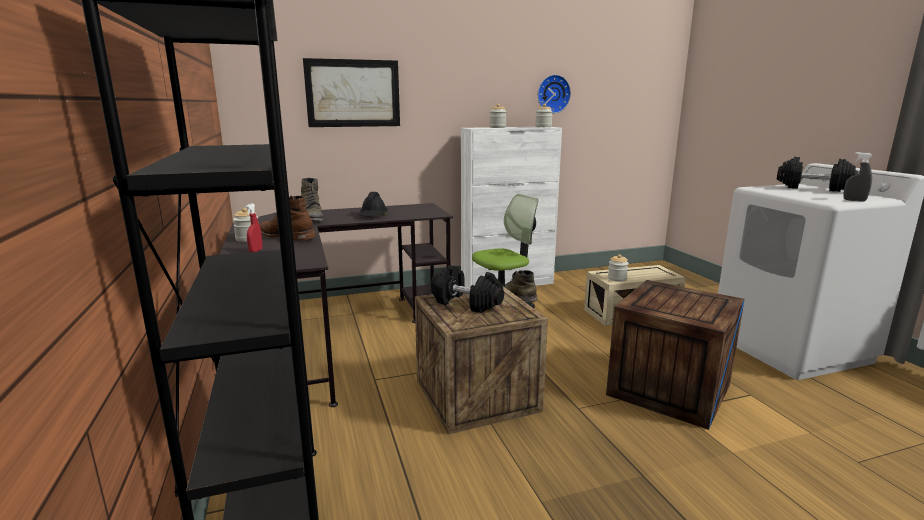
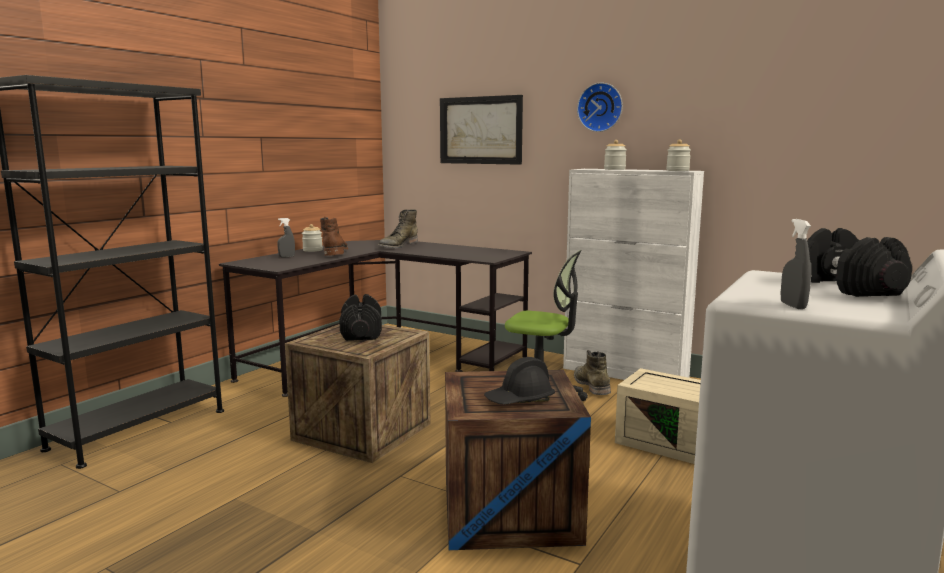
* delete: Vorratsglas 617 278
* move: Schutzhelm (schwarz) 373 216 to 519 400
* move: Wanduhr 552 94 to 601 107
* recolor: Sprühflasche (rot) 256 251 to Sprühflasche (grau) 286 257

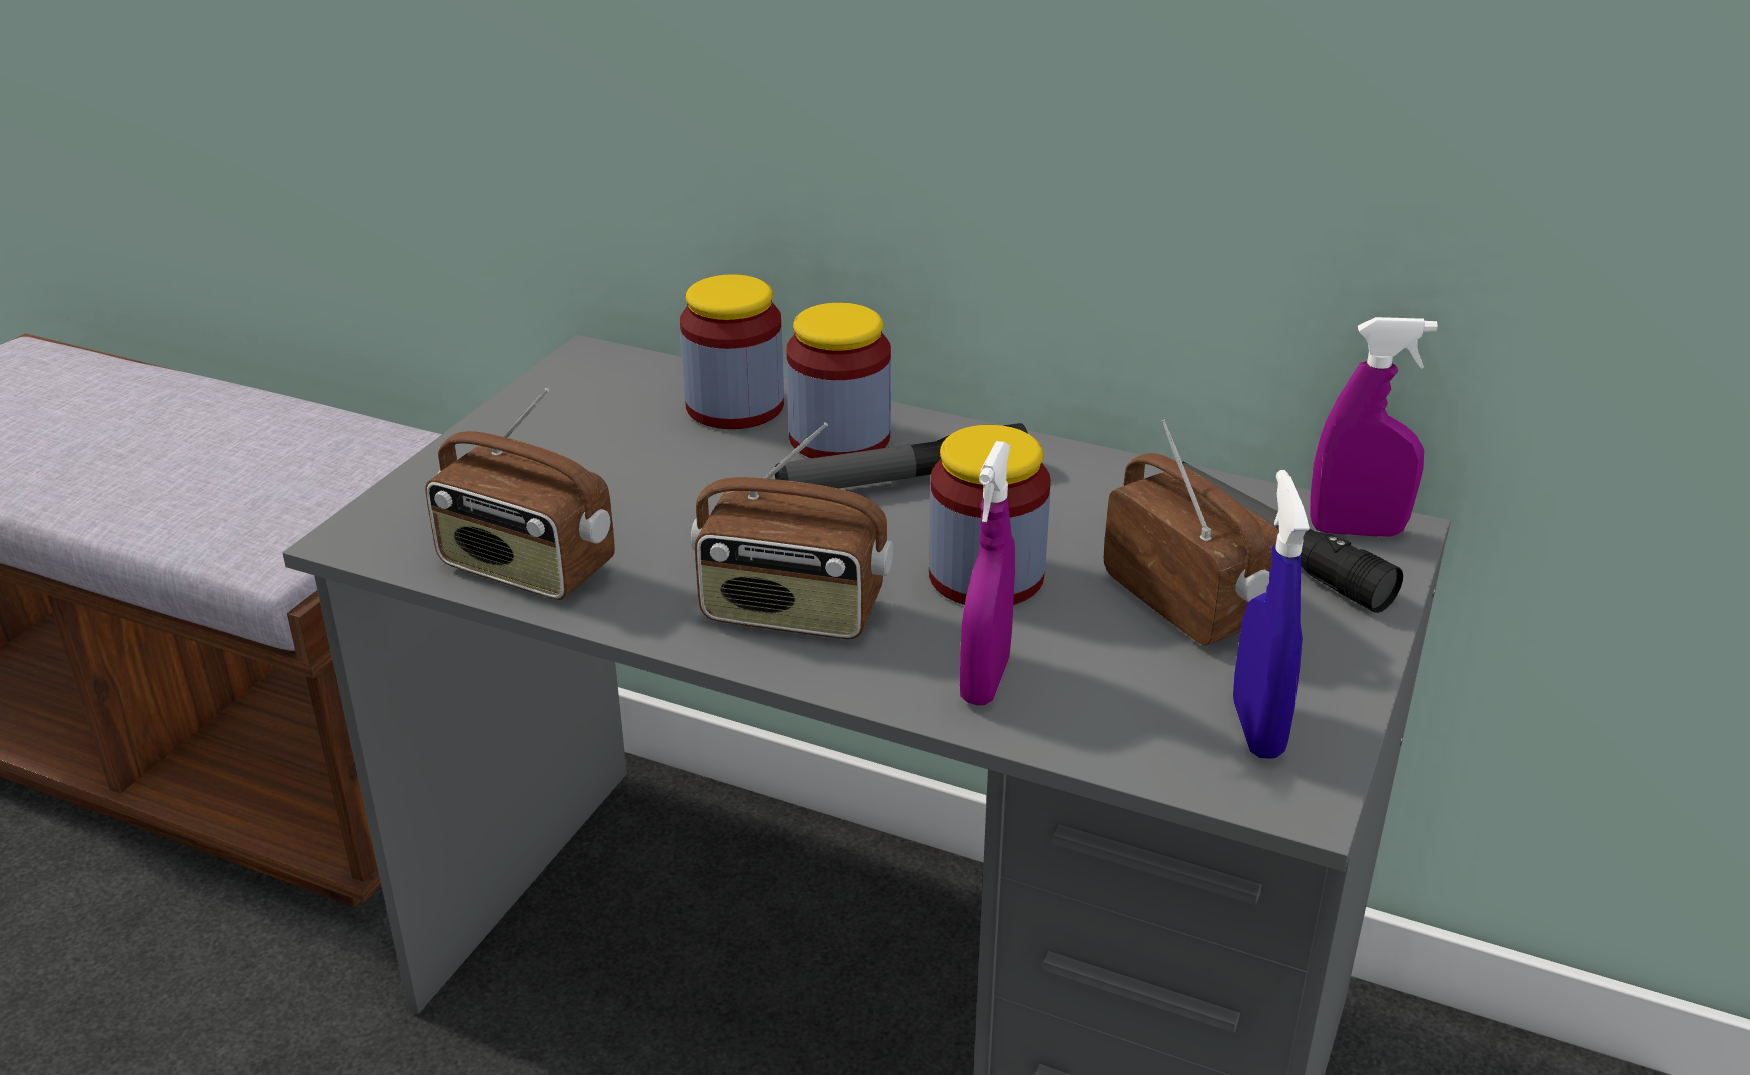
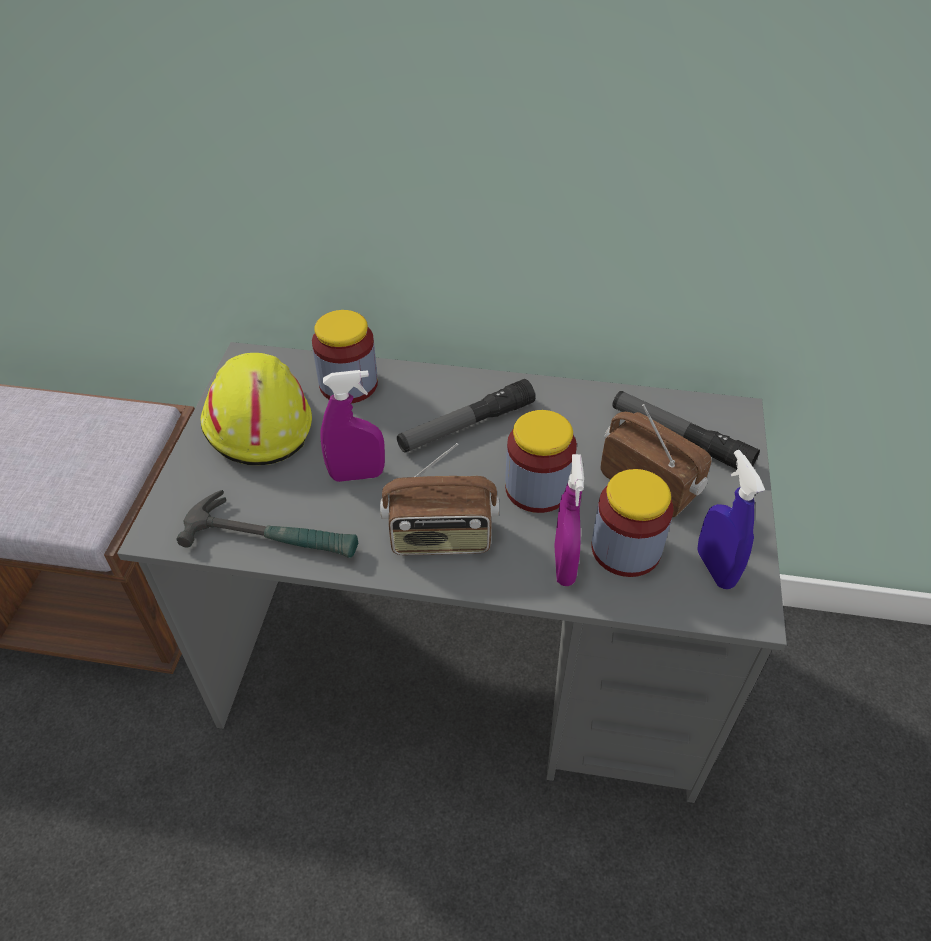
* insert: Schutzhelm (gelb) 256 422
* move: Vorratsglas 839 438 to 625 549
* move: Sprühflasche (lila) 1356 530 to 357 475
* replace: Radio 525 569 to Hammer 273 536

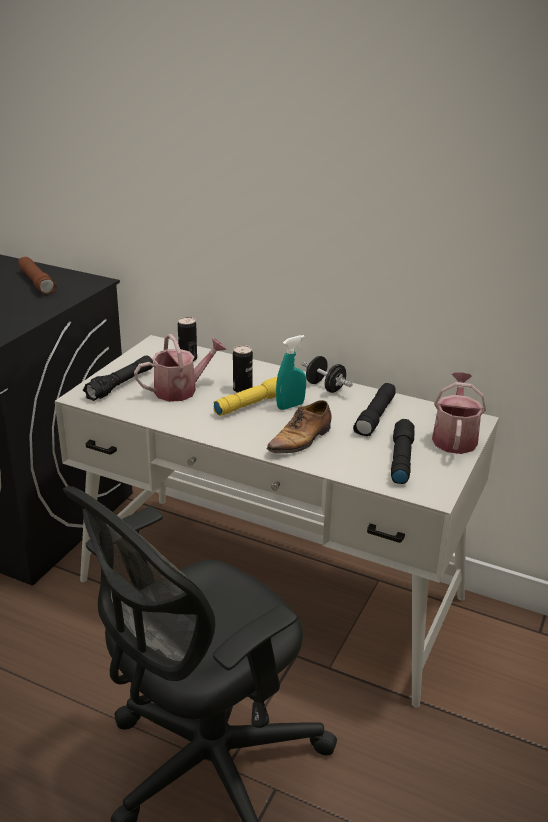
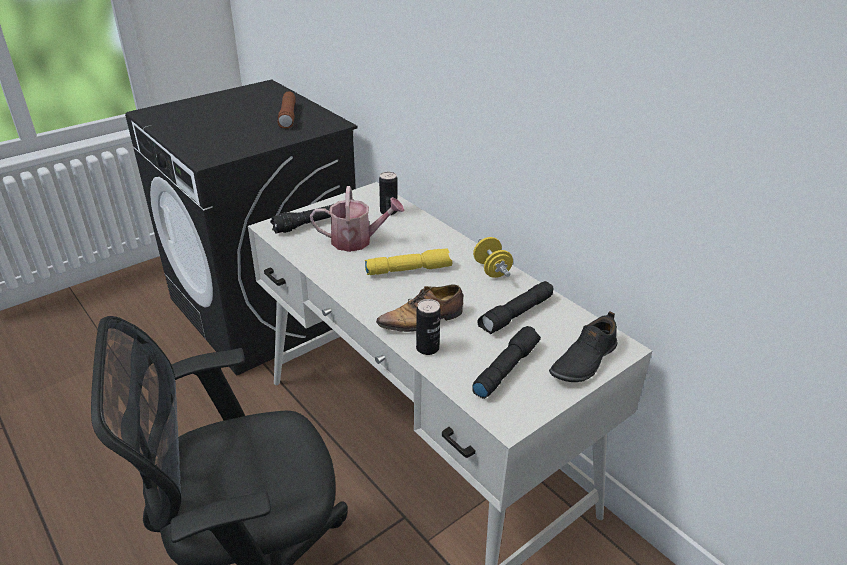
* delete: Sprühflasche (türkis) 290 406
* move: Dose 242 389 to 427 348
* replace: Gießkanne 454 437 to Schuh (schwarz) 583 360
* recolor: Hantel (schwarz) 325 387 to Hantel (gelb) 491 270

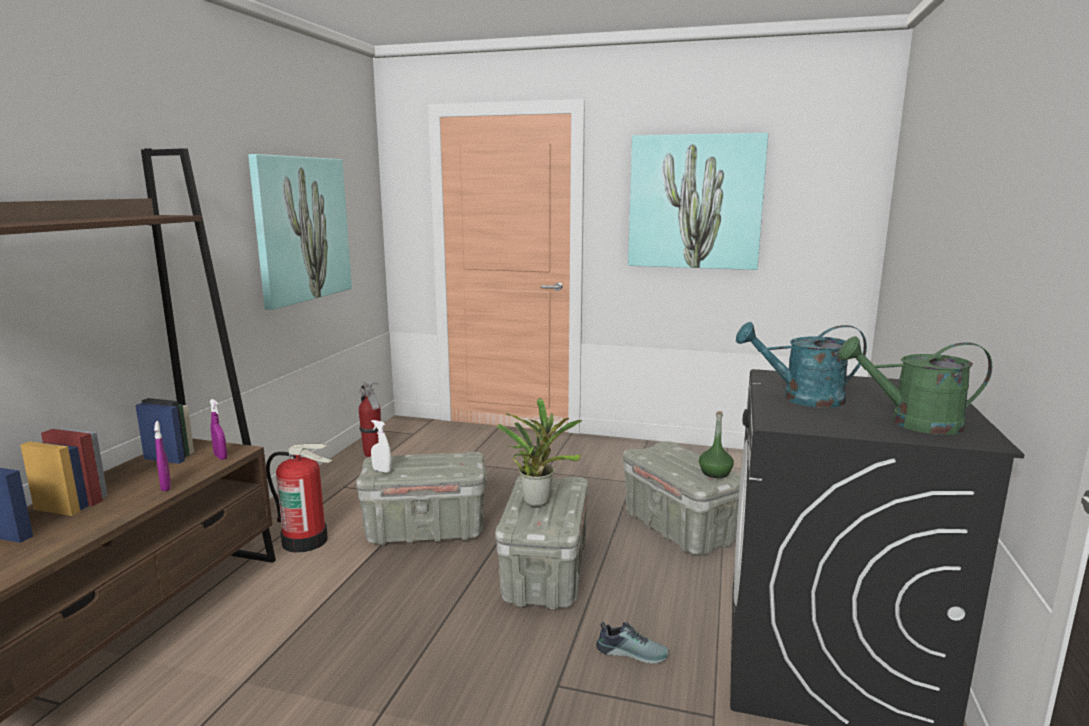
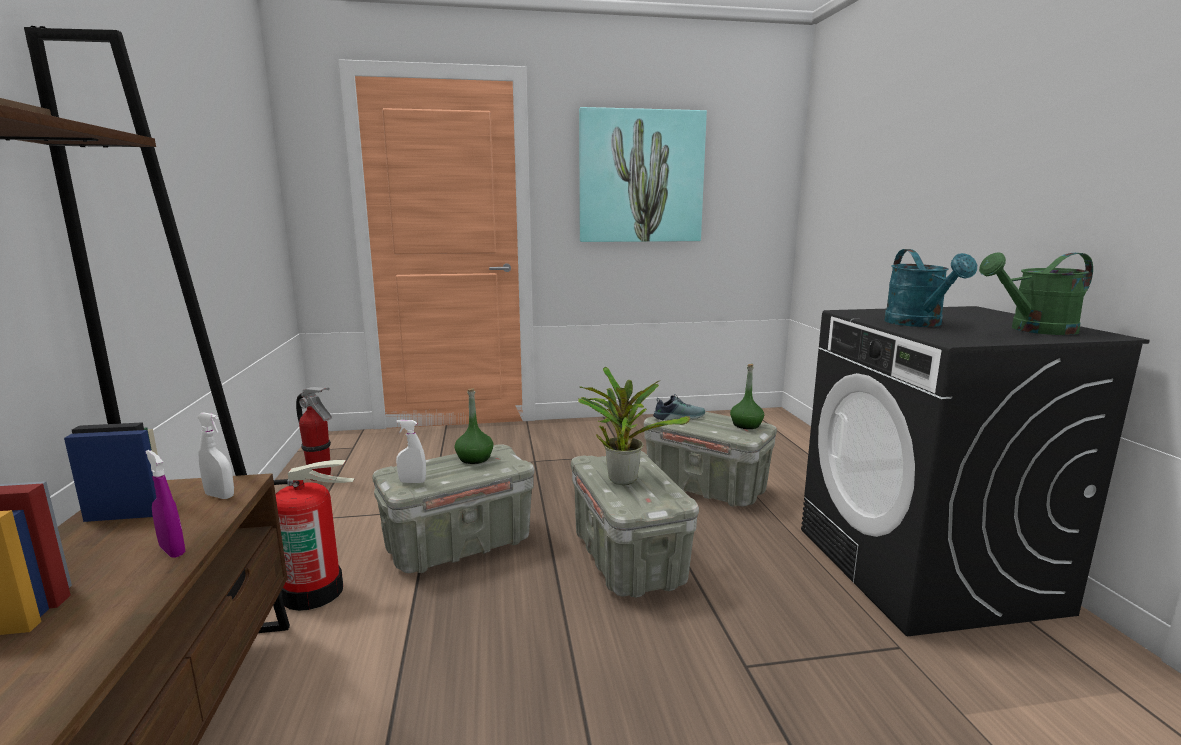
* delete: Bild 301 229
* insert: Flasche (grün) 474 458
* move: Schuh 632 651 to 678 417
* recolor: Sprühflasche (lila) 220 457 to Sprühflasche (weiß) 220 496
* rotate: Gießkanne (türkis) 801 399 = 919 324 75 degrees counterclockwise

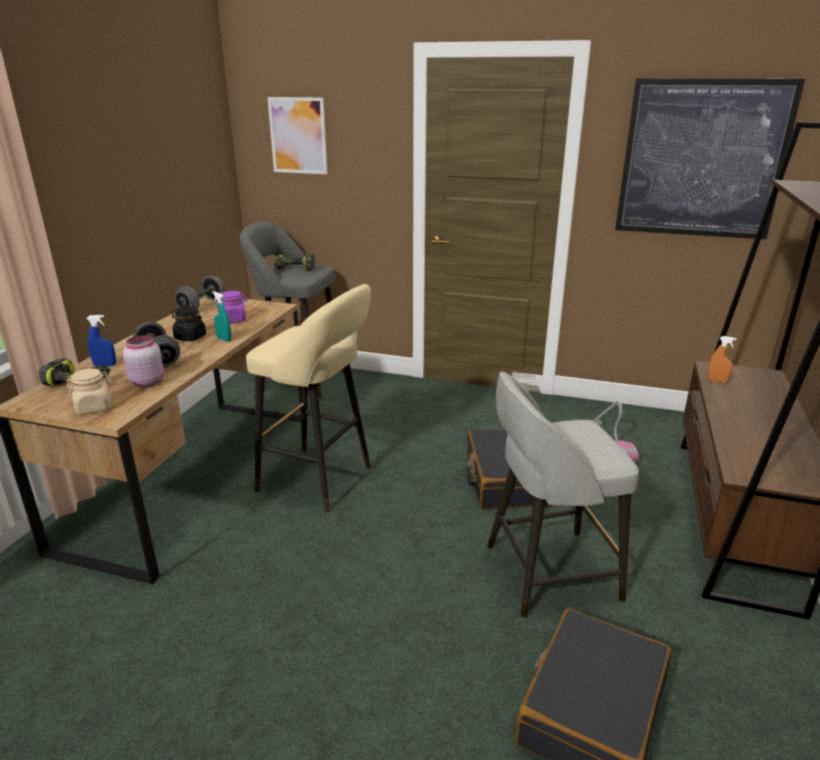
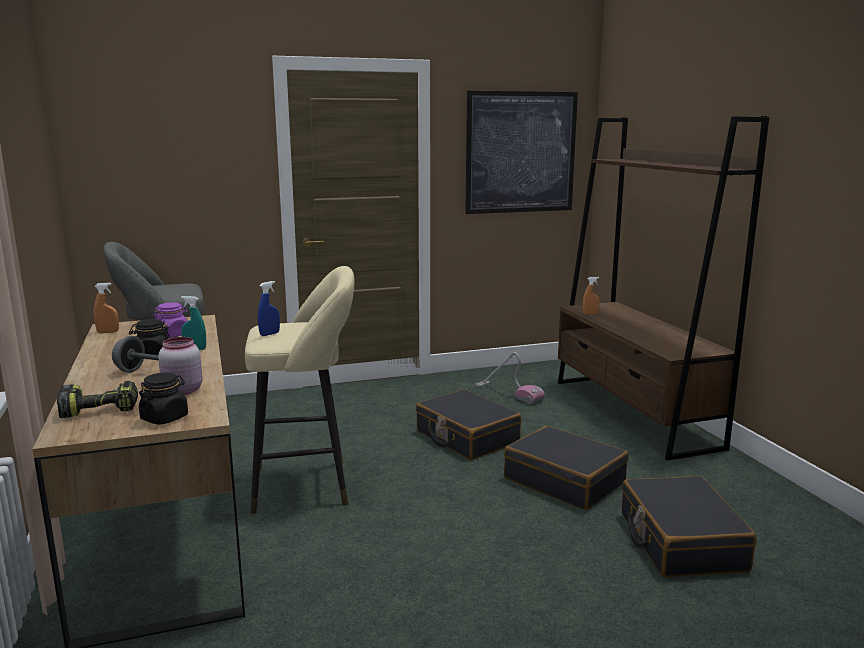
* delete: Bild 298 135
* delete: Bohrmaschine 294 269
* move: Sprühflasche (blau) 105 365 to 269 334
* replace: Hantel (grau) 202 306 to Sprühflasche (orange) 108 332
* replace: Hocker (grau) 547 572 to Koffer (schwarz) 564 481
* recolor: Vorratsglas (beige) 94 407 to Vorratsglas (schwarz) 164 418

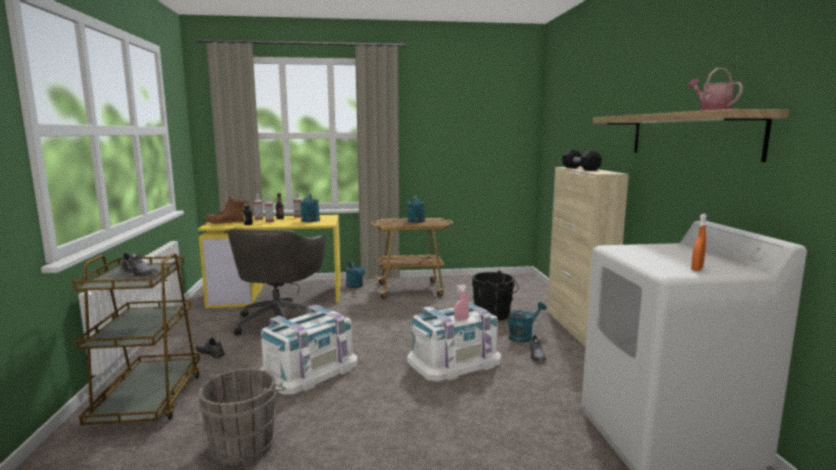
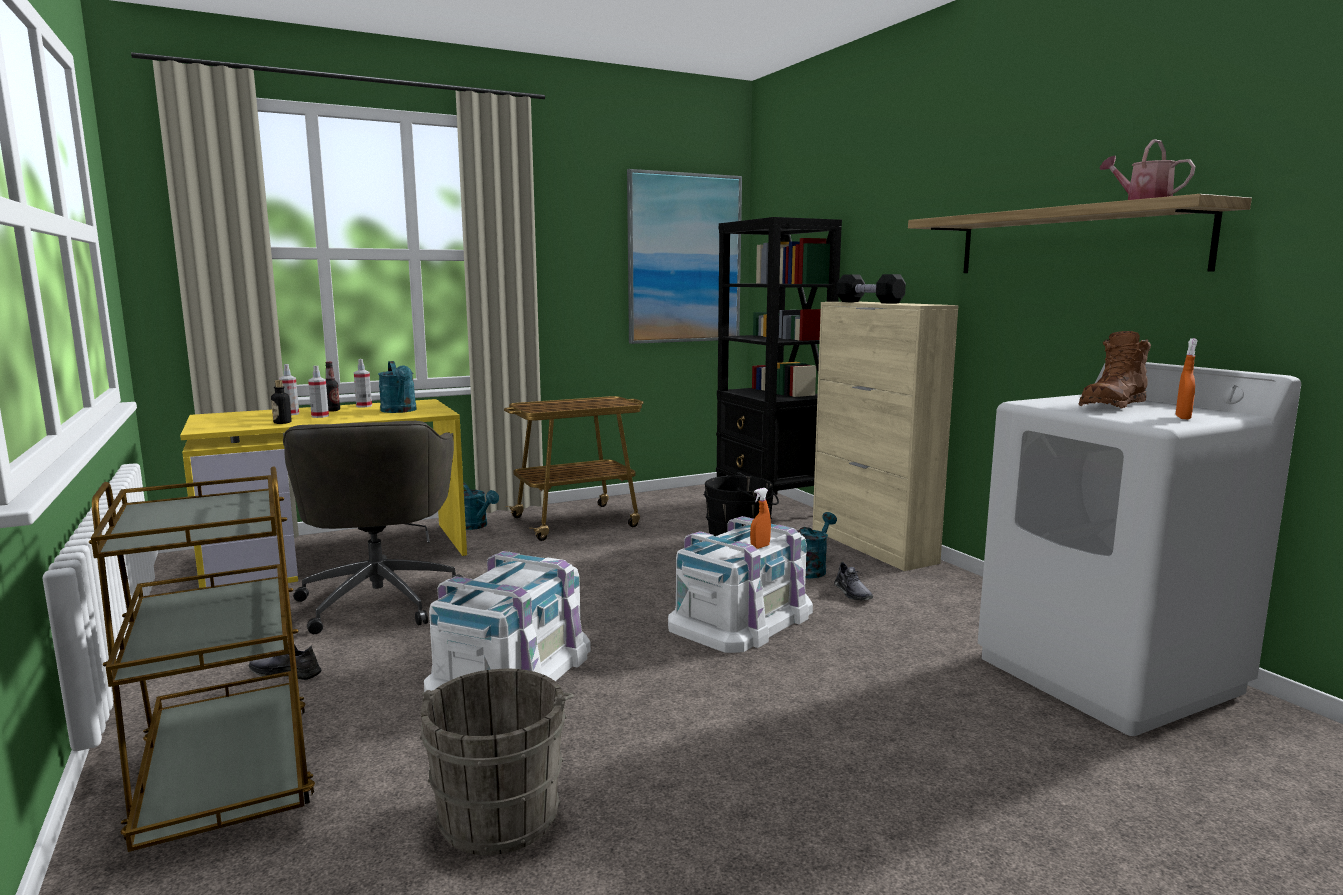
* delete: Schuh (grau) 139 273
* delete: Gießkanne (türkis) 416 221
* insert: Bild 684 258
* insert: Bücherregal (schwarz) 771 508
* move: Stiefel (braun) 226 223 to 1112 406
* recolor: Sprühflasche (rosa) 461 319 to Sprühflasche (orange) 760 547

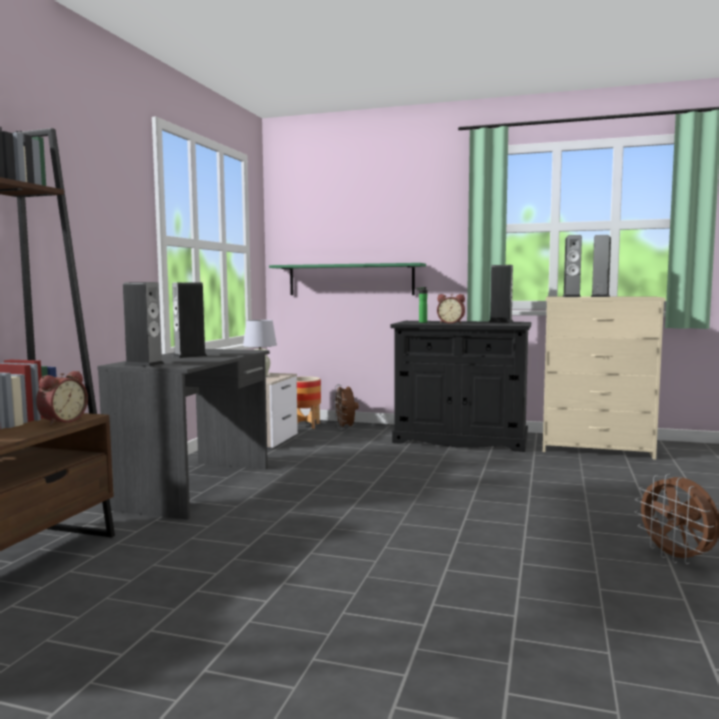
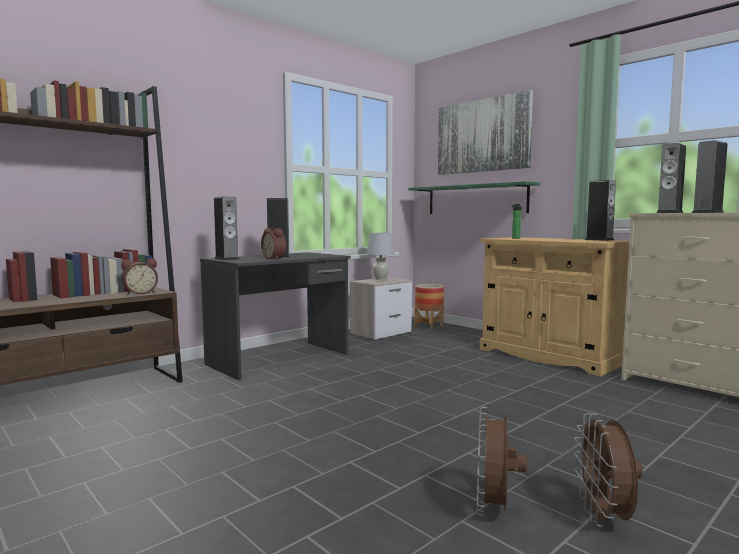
* insert: Bild 482 136
* move: Ventilator (braun) 345 428 to 494 509
* move: Wecker 451 323 to 275 258
* recolor: Schrank (schwarz) 460 440 to Schrank (beige) 549 356

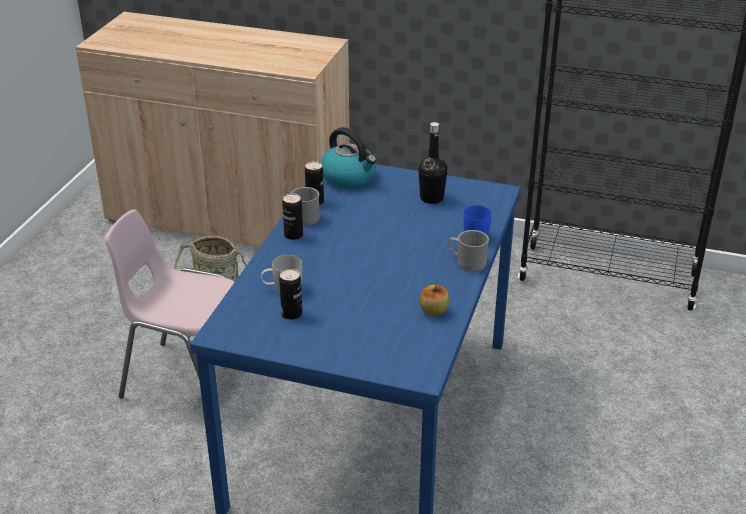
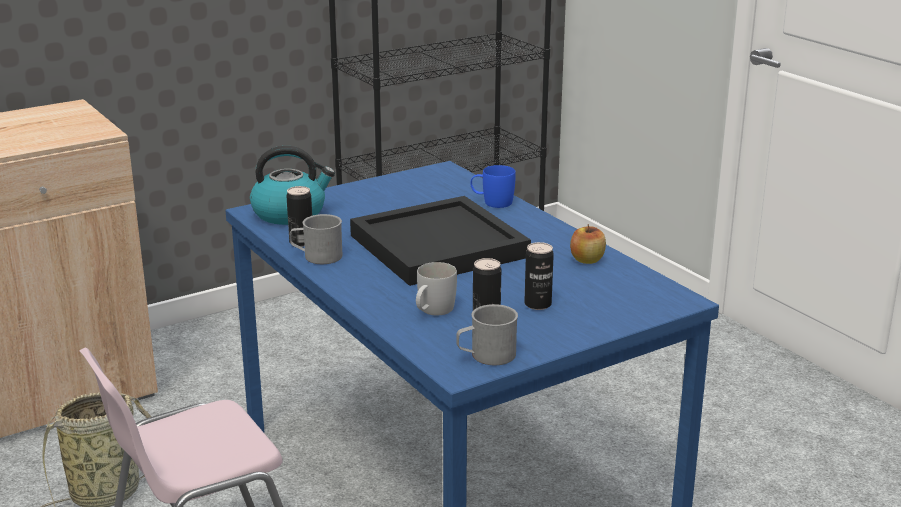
* delete: Flasche (schwarz) 431 198
* insert: Tablett (schwarz) 440 246
* move: Dose 293 235 to 537 304
* move: Henkelbecher (grau) 467 262 to 486 356

